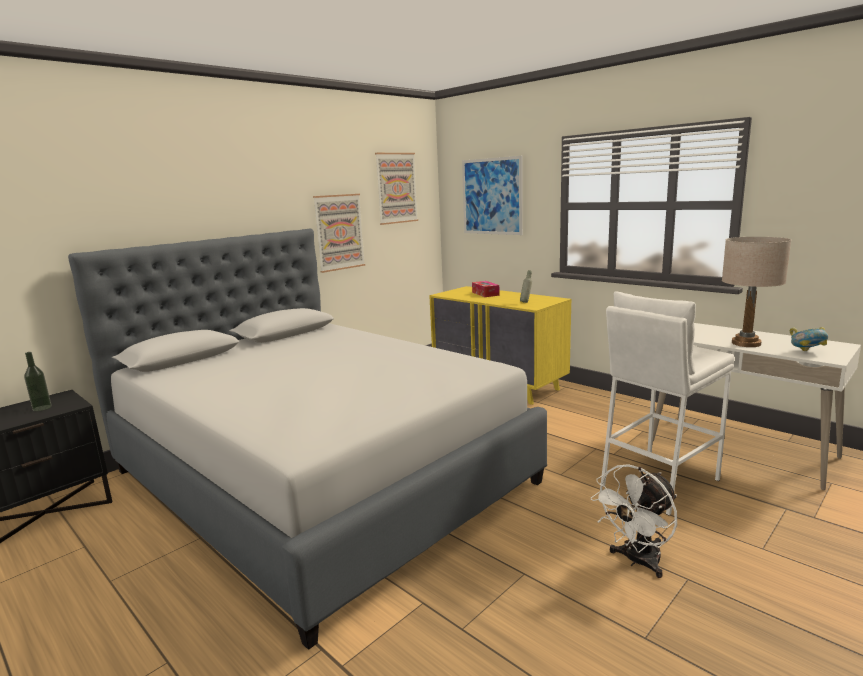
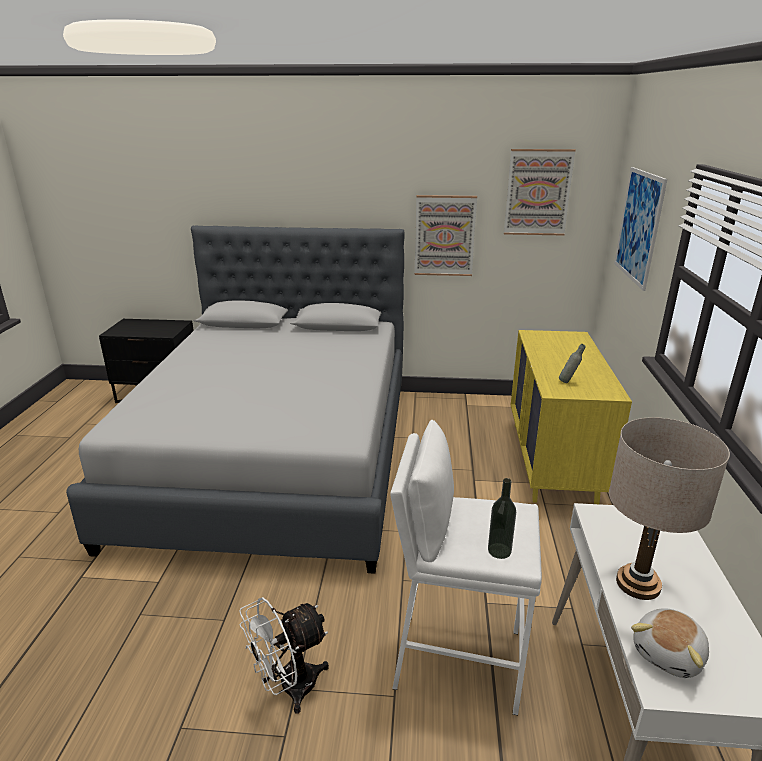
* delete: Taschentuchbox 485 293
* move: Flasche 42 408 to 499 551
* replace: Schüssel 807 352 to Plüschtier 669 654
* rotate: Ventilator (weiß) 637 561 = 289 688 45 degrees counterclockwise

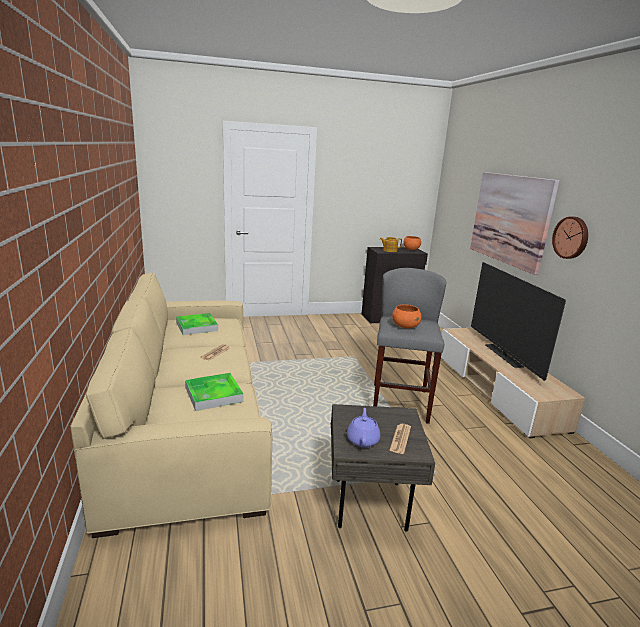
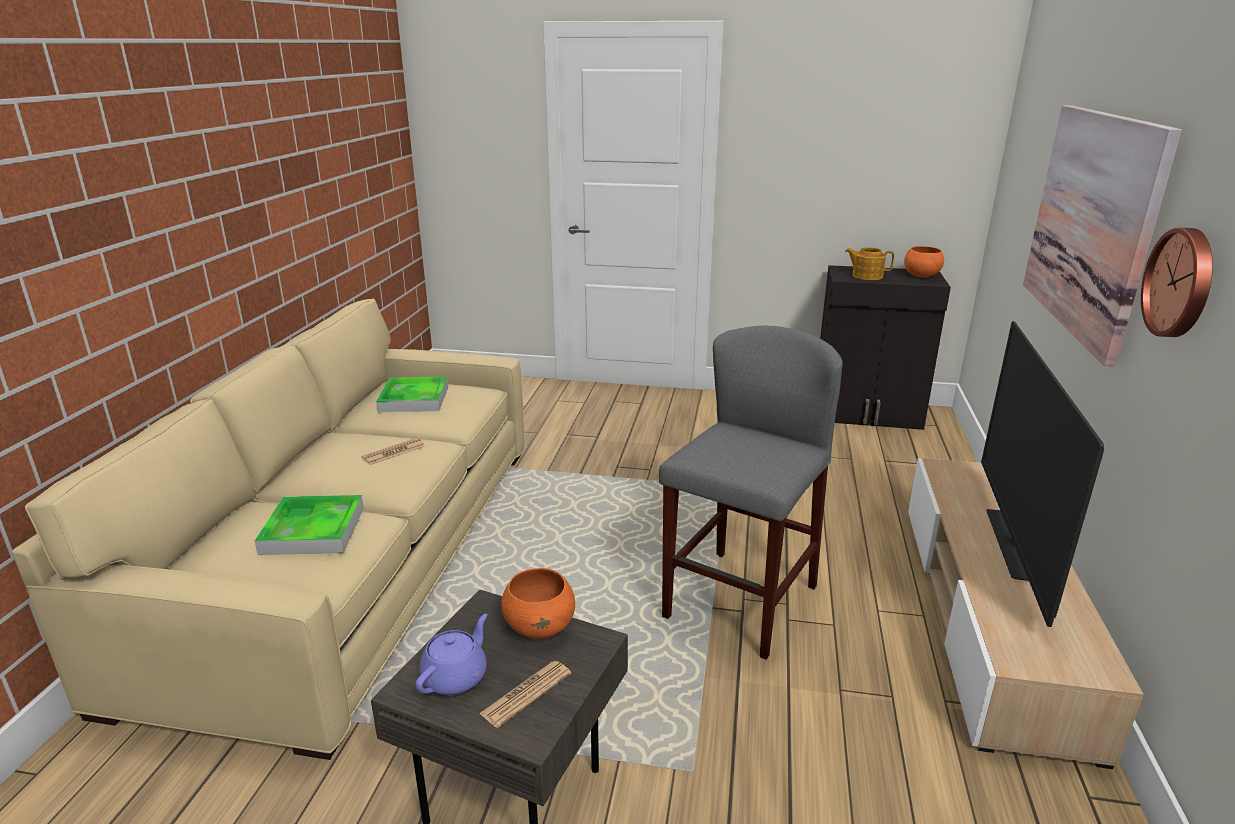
* move: Schüssel (orange) 405 326 to 540 626

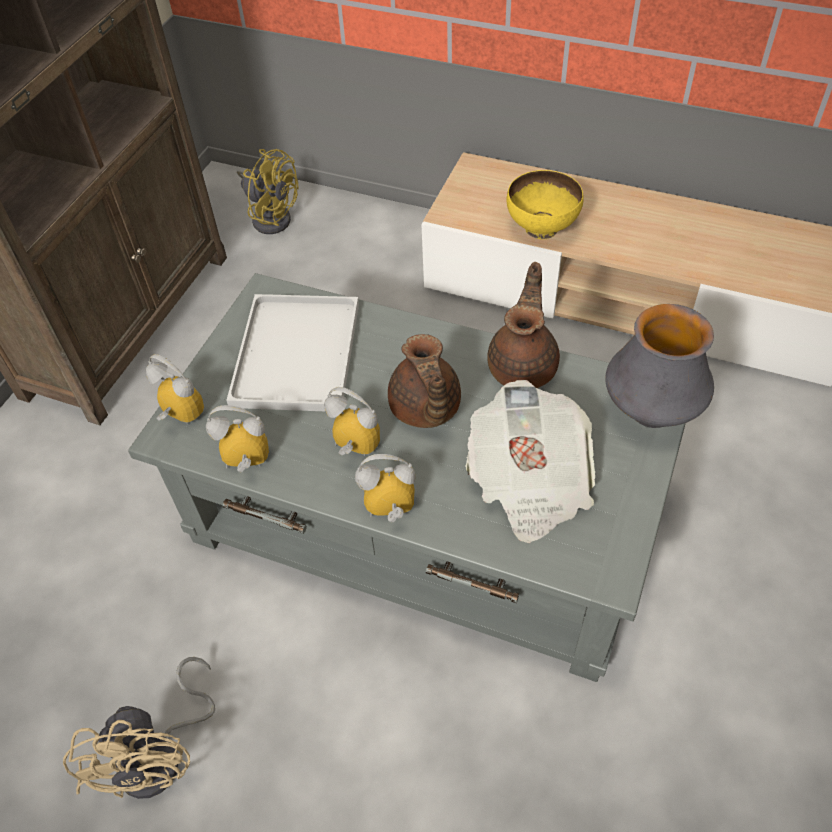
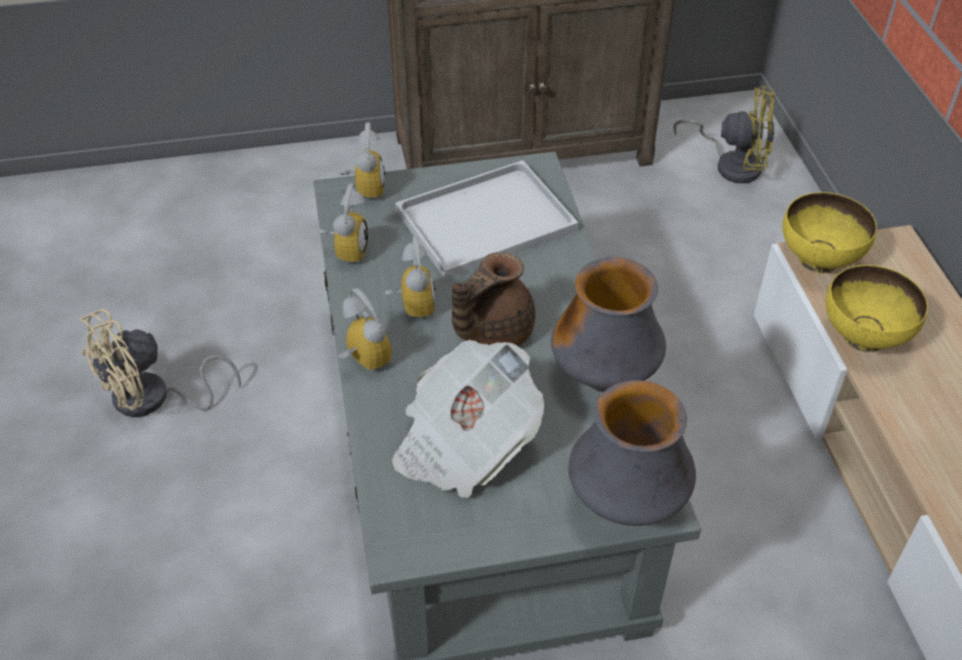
* insert: Schüssel (gelb) 818 261
* replace: Teekanne (braun) 524 366 to Vase 604 378
* rotate: Wecker 245 465 = 346 250 45 degrees clockwise
* rotate: Ventilator (gelb) 271 216 = 732 164 75 degrees counterclockwise

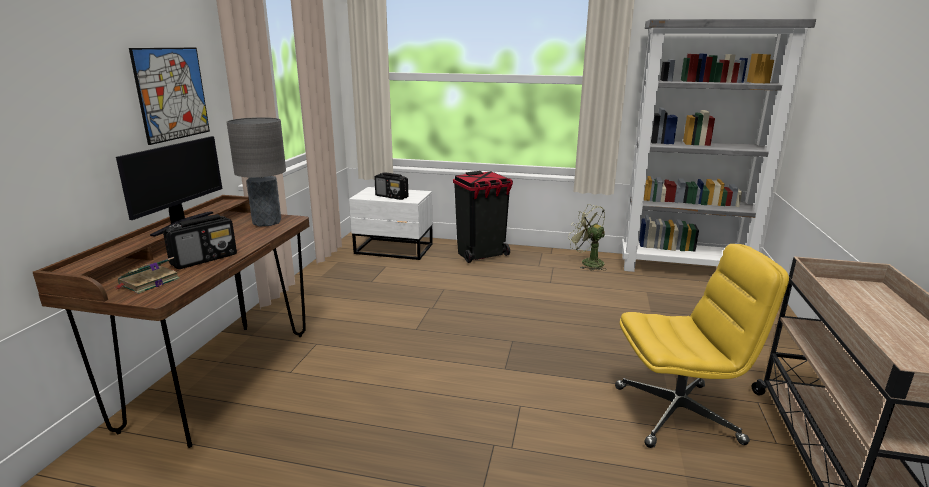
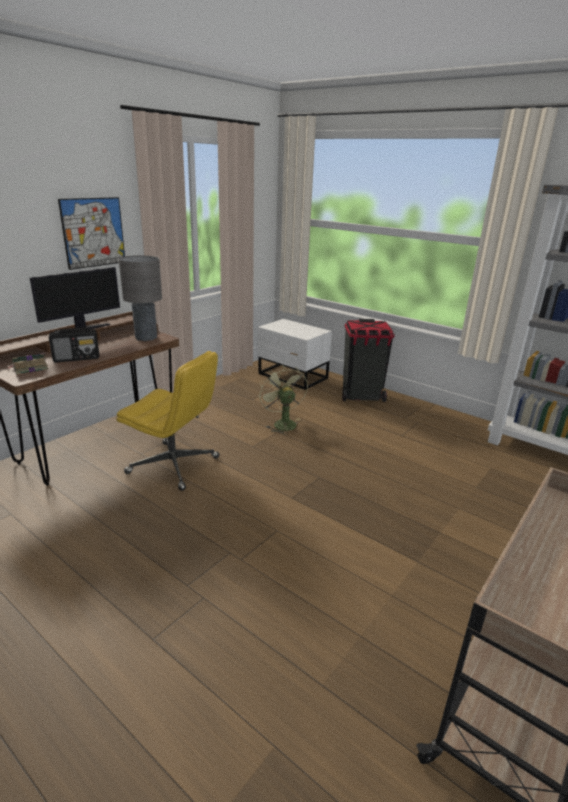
* delete: Radio 392 196
* move: Ventilator (grün) 587 262 to 282 423
* move: Bürostuhl (gelb) 678 414 to 174 465

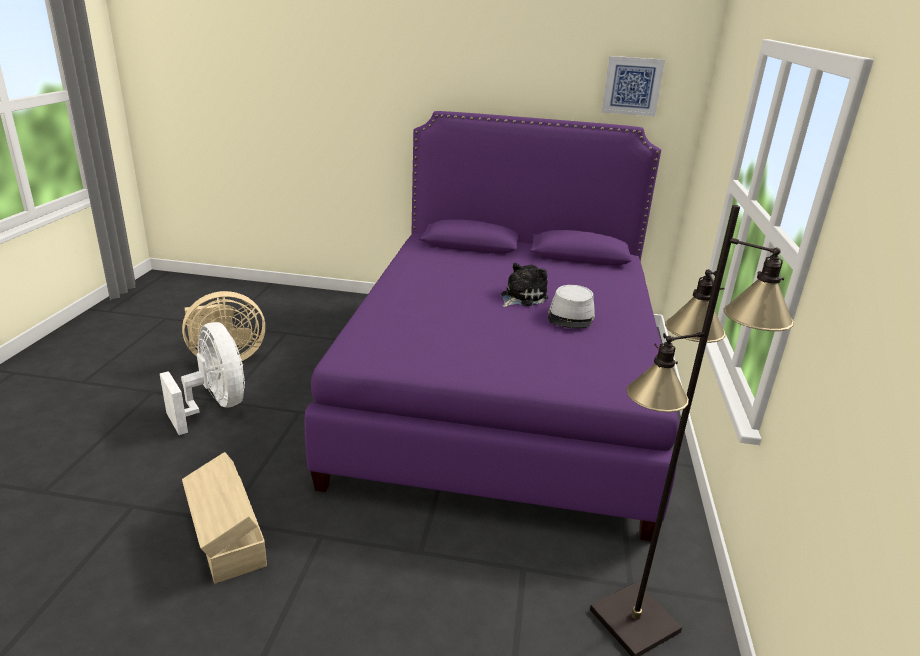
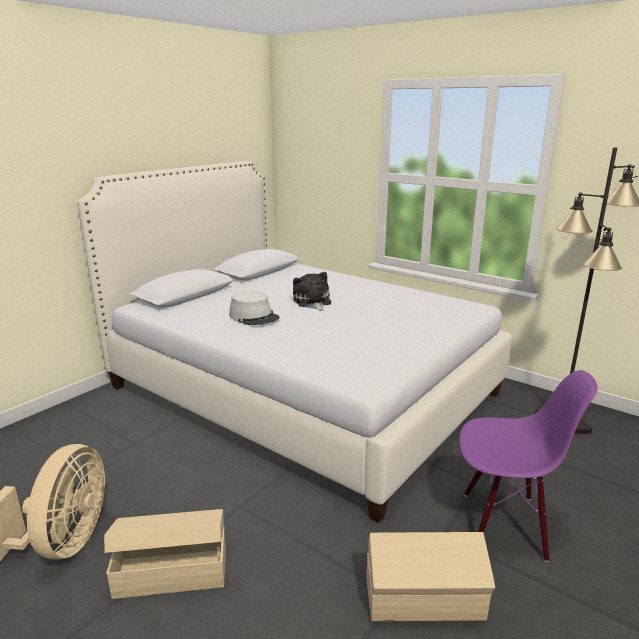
* delete: Bild 632 86
* insert: Stuhl (lila) 504 524
* move: Hut (grau) 571 316 to 254 316
* replace: Ventilator (weiß) 215 406 to Aufbewahrungsbox (beige) 170 571
* recolor: Bett (lila) 501 390 to Bett (weiß) 301 390

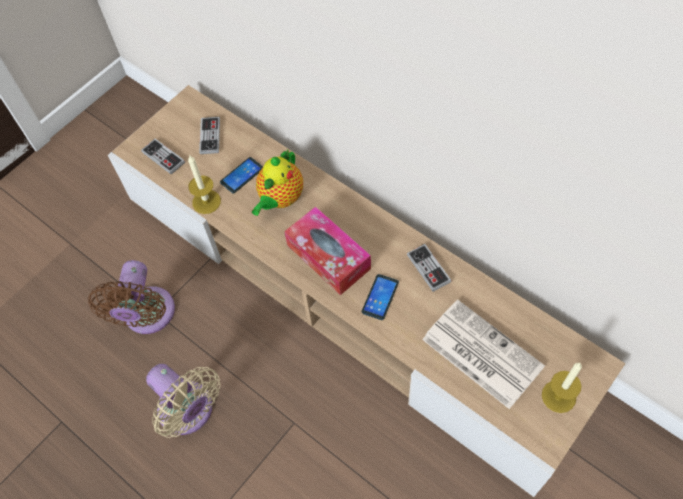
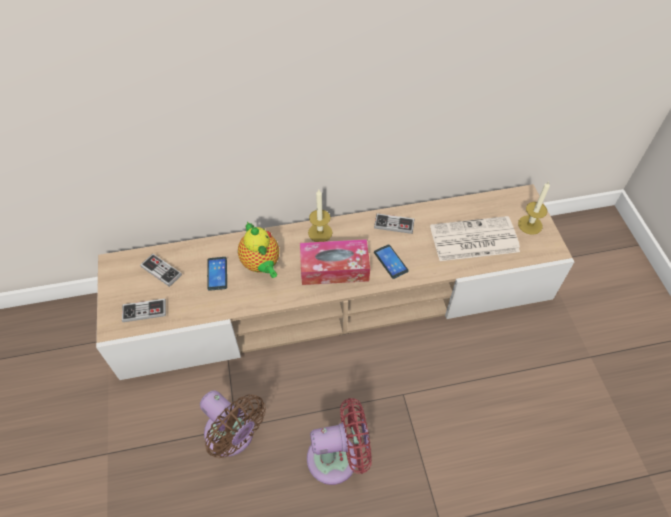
* move: Kerze 206 201 to 320 232
* recolor: Ventilator (beige) 189 412 to Ventilator (rot) 338 458

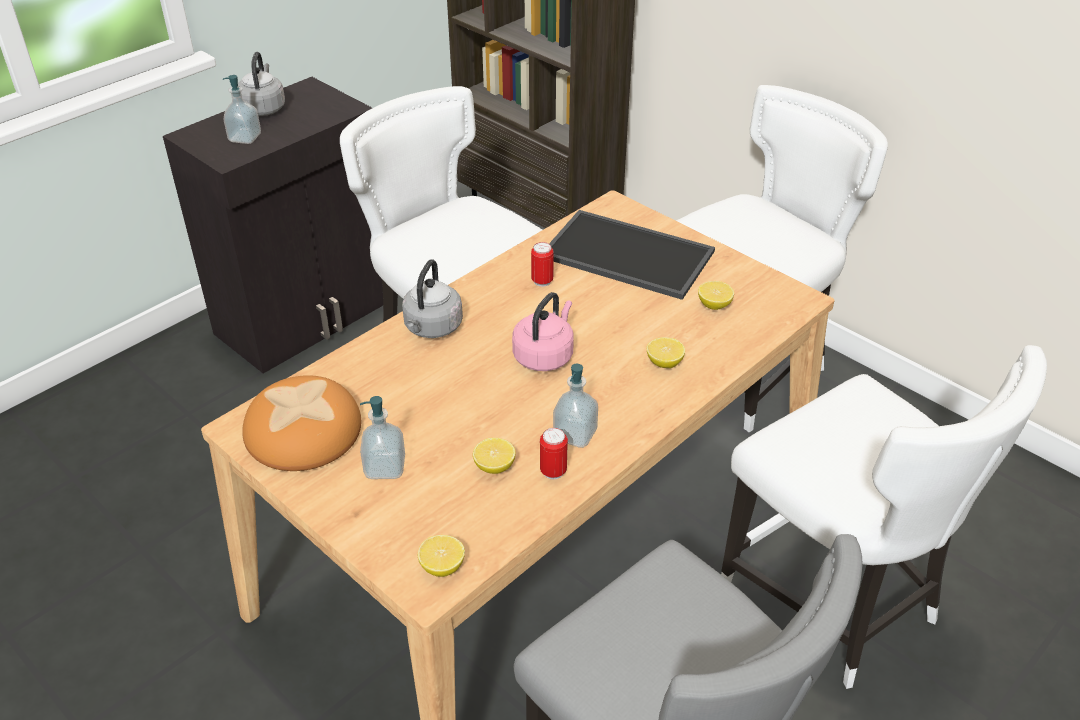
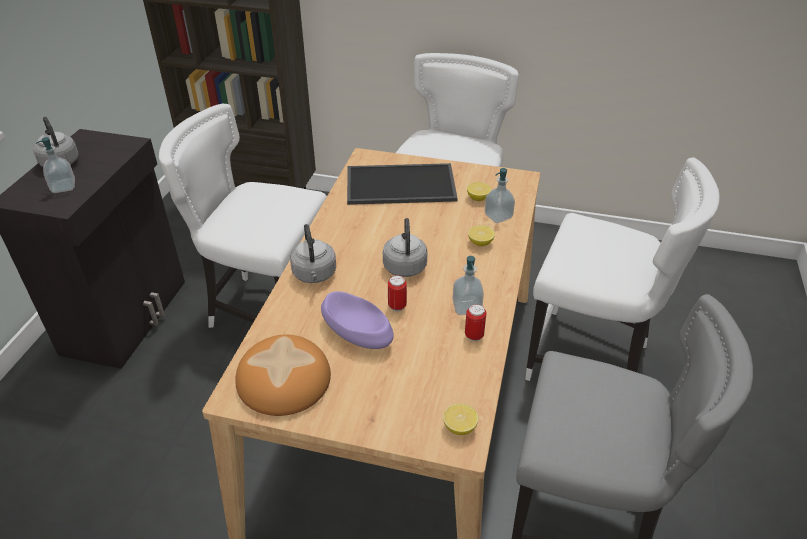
* delete: Zitrone 494 467
* insert: Schüssel (lila) 356 333
* move: Seifenspender 385 467 to 498 216
* move: Dose 542 281 to 397 306
* recolor: Wasserkessel (rosa) 545 355 to Wasserkessel (grau) 405 265

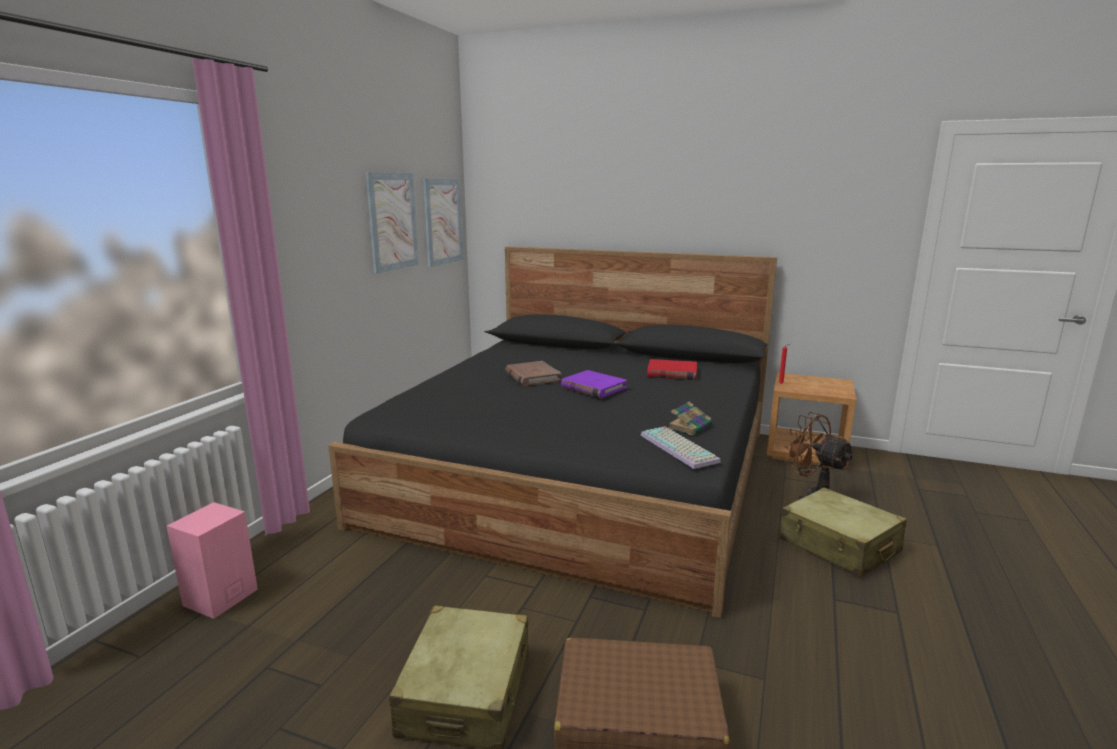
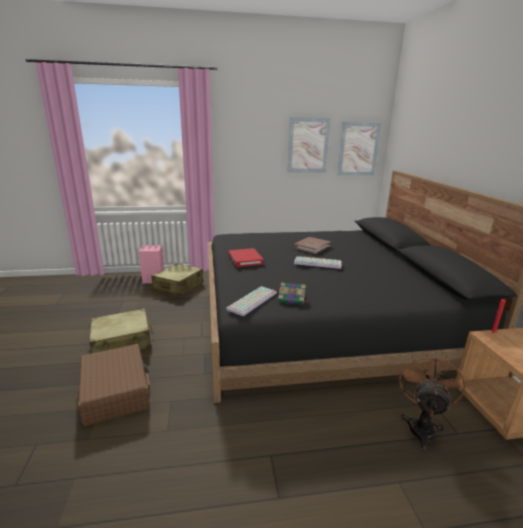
* move: Buch (rot) 672 373 to 245 259
* move: Koffer (beige) 839 546 to 178 287
* replace: Buch (lila) 593 387 to Tastatur 318 263

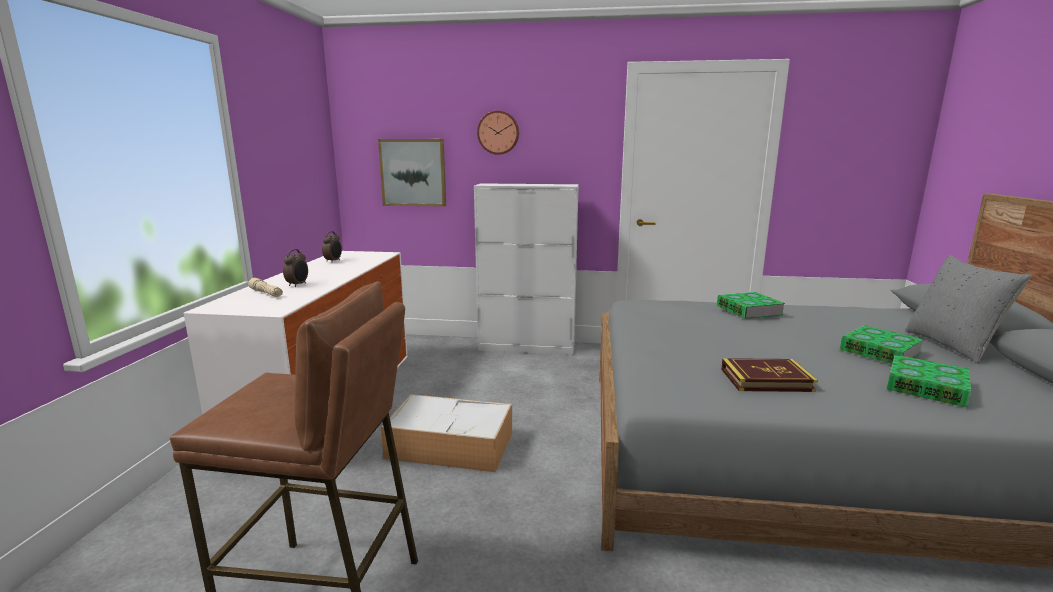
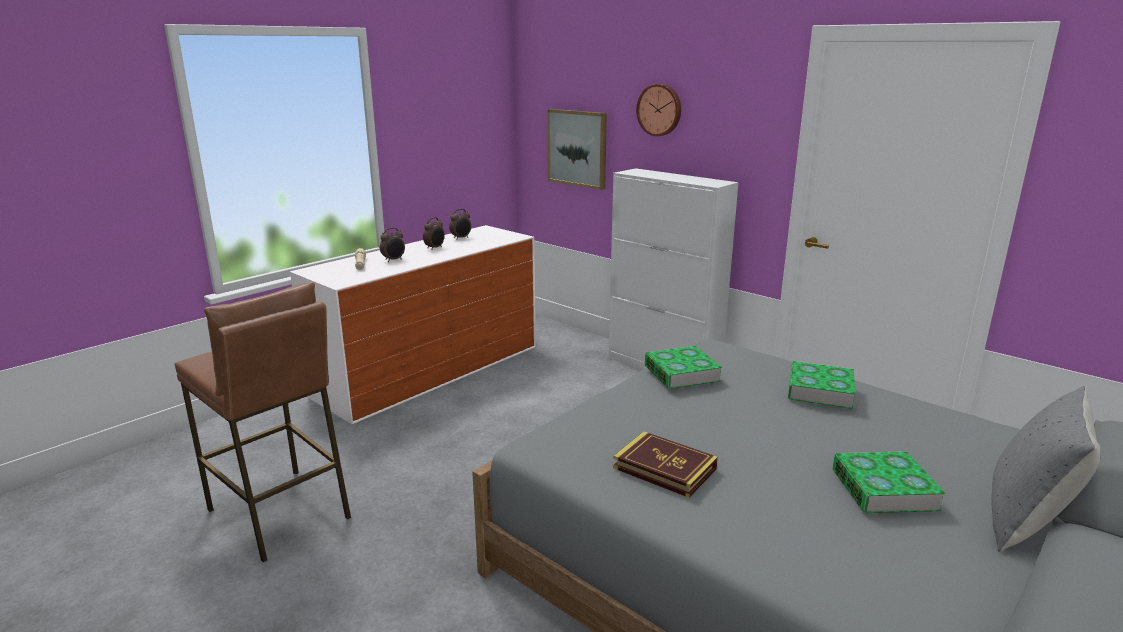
* delete: Aufbewahrungsbox 452 445
* insert: Wecker 435 248
* move: Buch 926 387 to 681 373

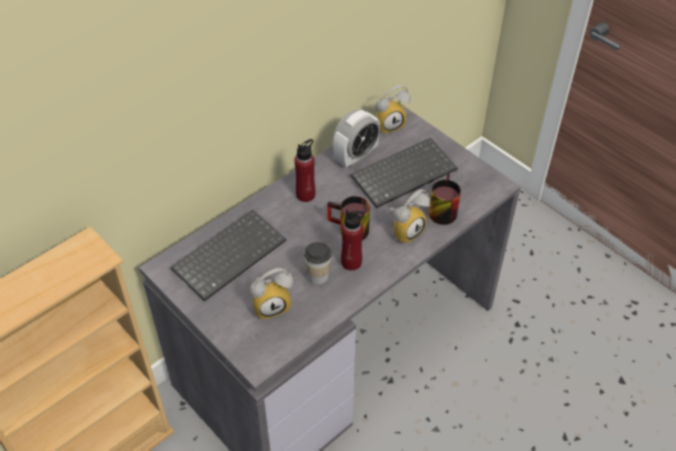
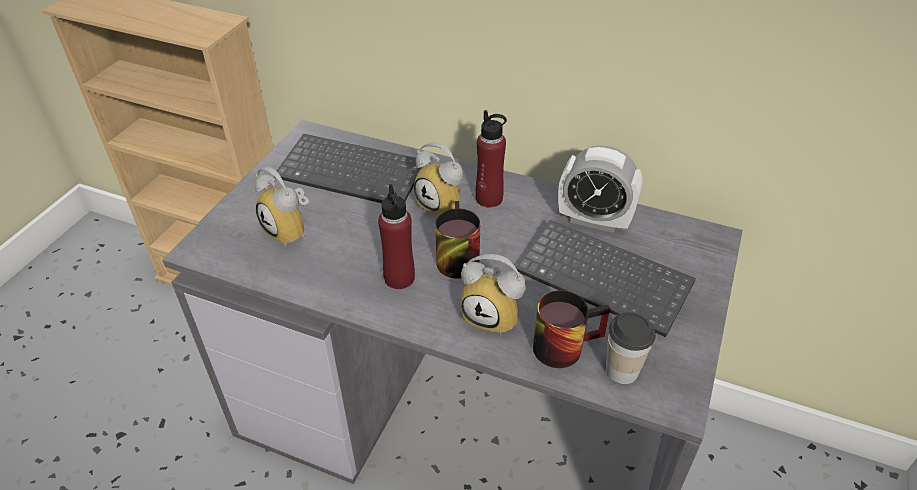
* move: Tasse 318 276 to 622 370
* move: Wecker 389 124 to 444 205

